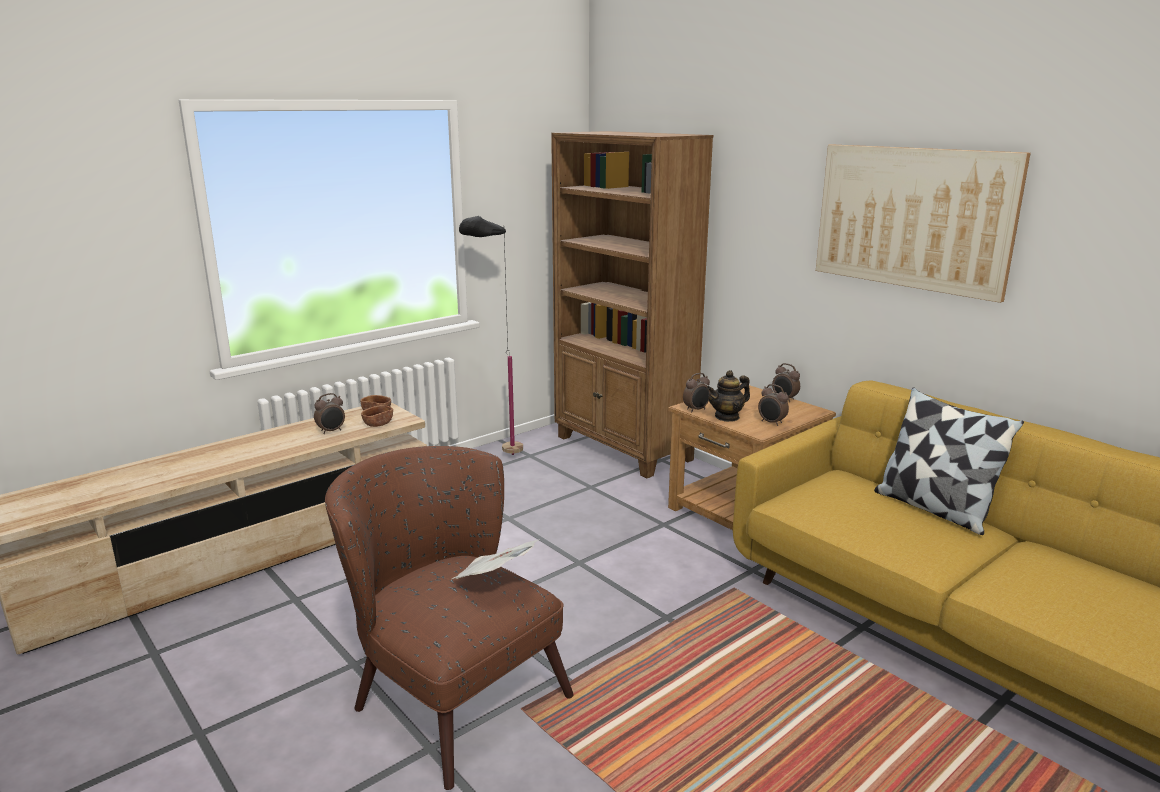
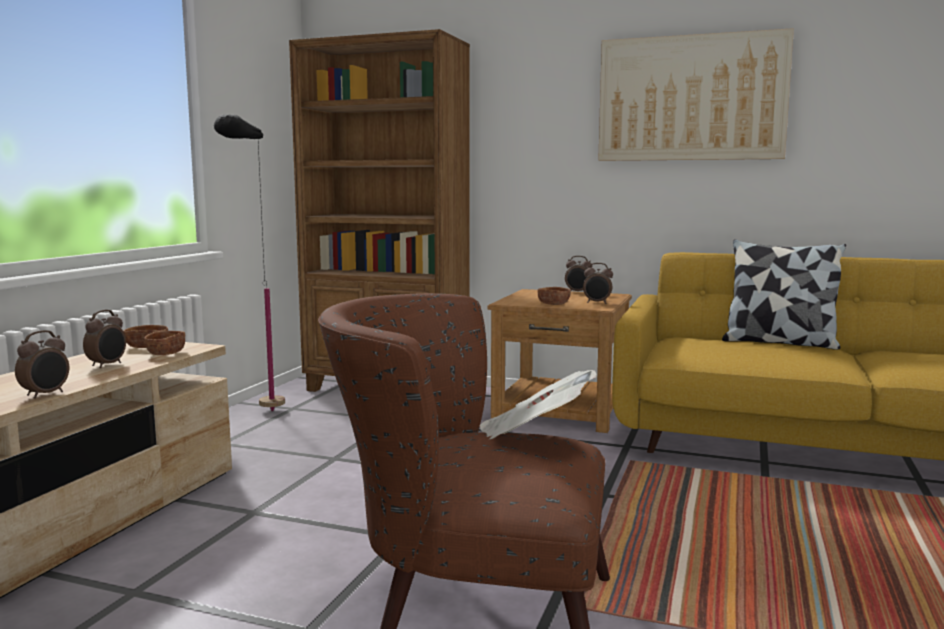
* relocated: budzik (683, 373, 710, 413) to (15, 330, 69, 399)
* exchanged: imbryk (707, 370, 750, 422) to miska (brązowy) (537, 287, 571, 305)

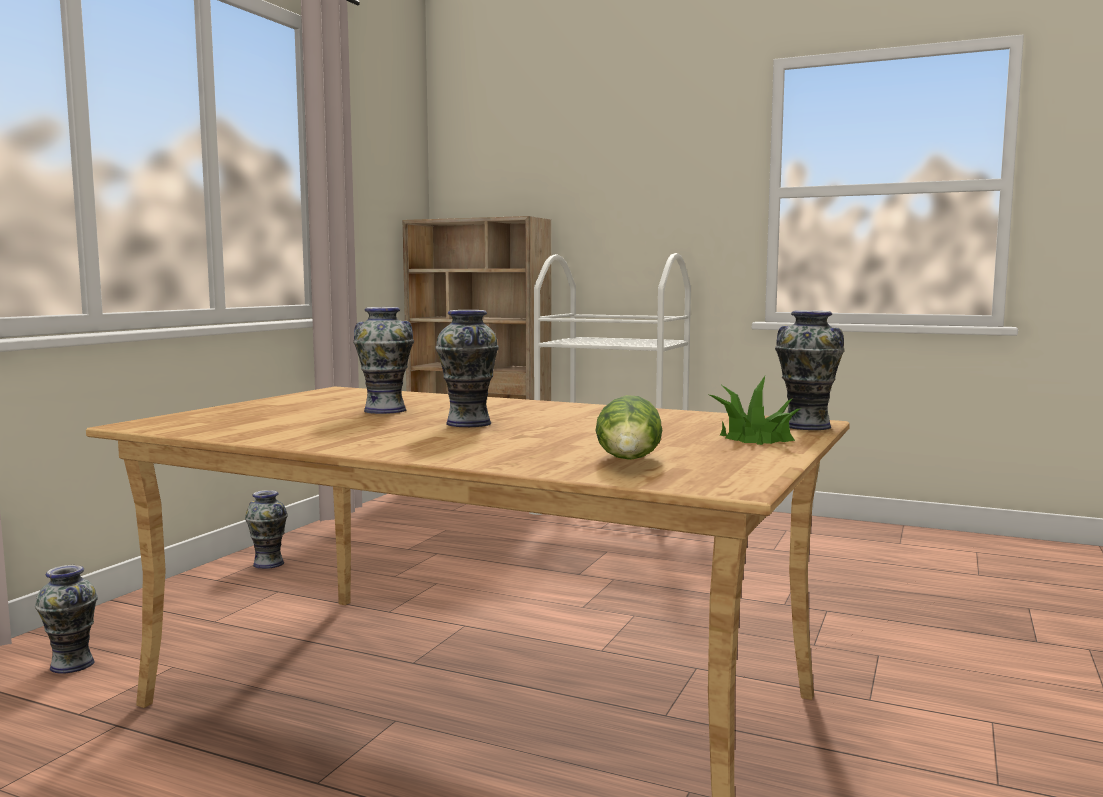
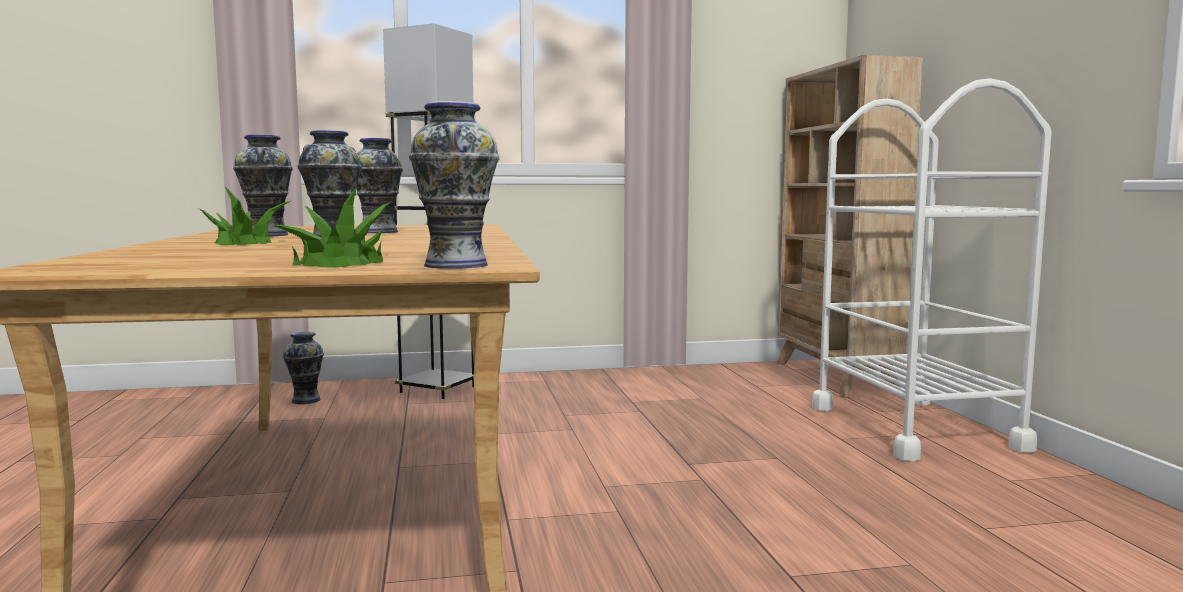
* relocated: wazon (245, 490, 288, 569) to (233, 134, 293, 236)
* missing: sałata (596, 395, 662, 460)
* appeared: roślina doniczkowa (199, 186, 291, 245)
* appeared: lampa stojąca (szary) (383, 23, 474, 399)

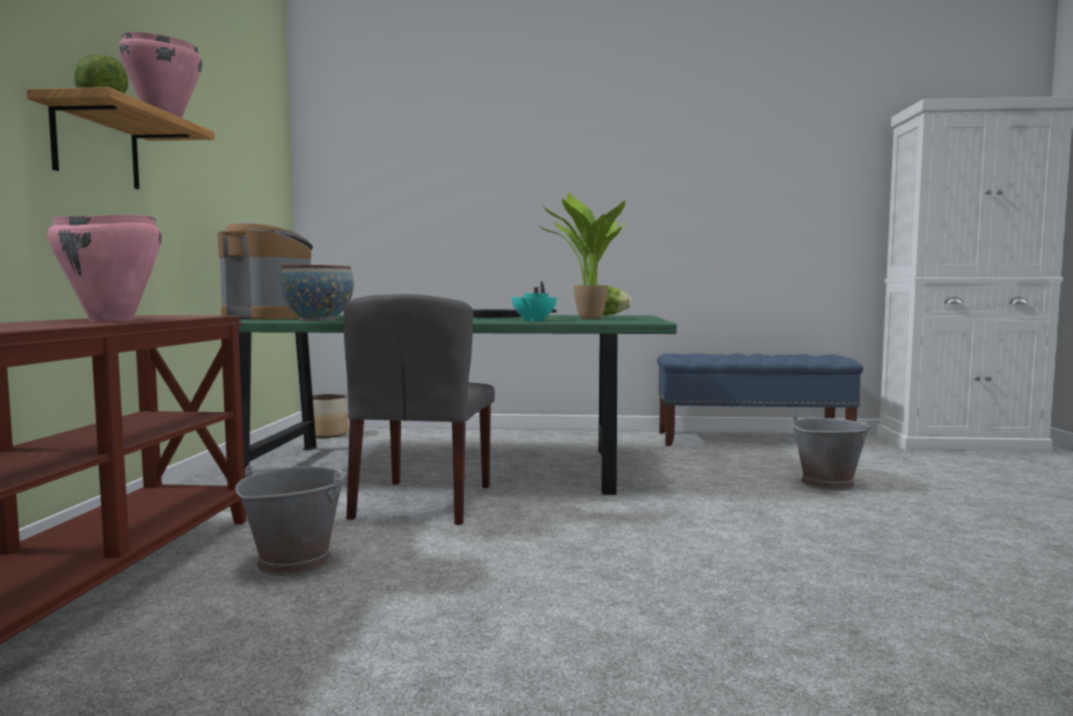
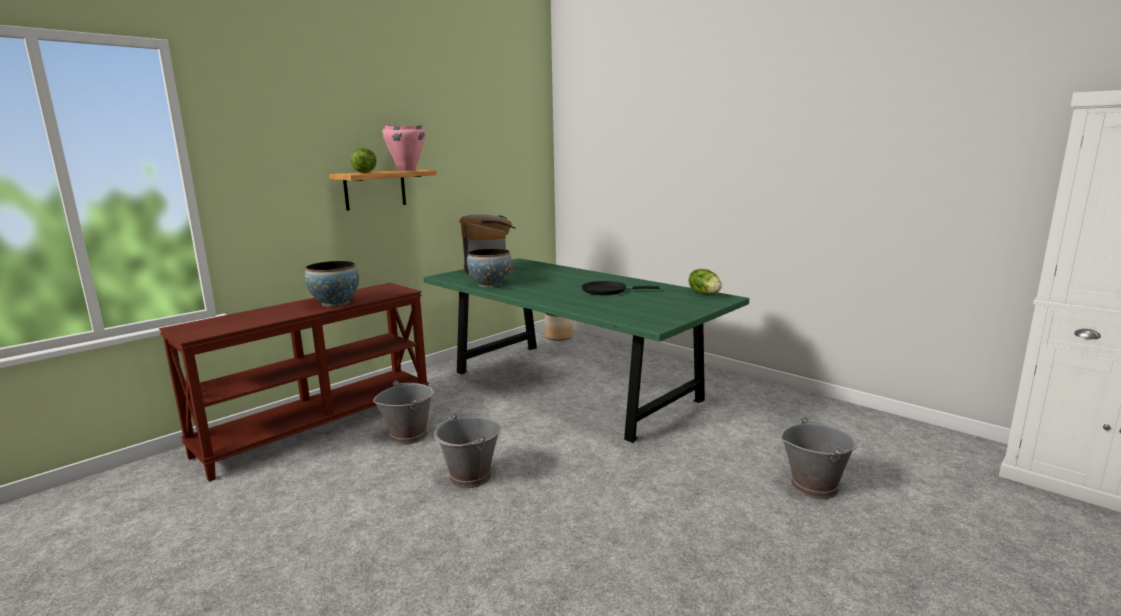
* exchanged: garnek (różowy) (48, 215, 162, 322) to miska (305, 261, 359, 307)
* missing: krzesło (szary) (344, 294, 495, 525)
* missing: imbryk (turkusowy) (512, 281, 557, 322)
* missing: roślina doniczkowa (538, 193, 625, 319)
* missing: ławka (niebieski) (657, 353, 863, 446)
* appeared: wiadro (szary) (434, 413, 502, 488)

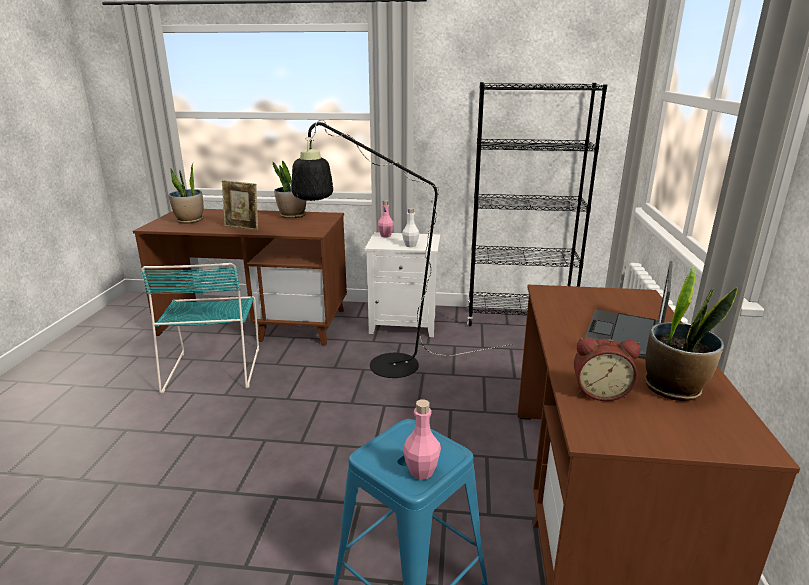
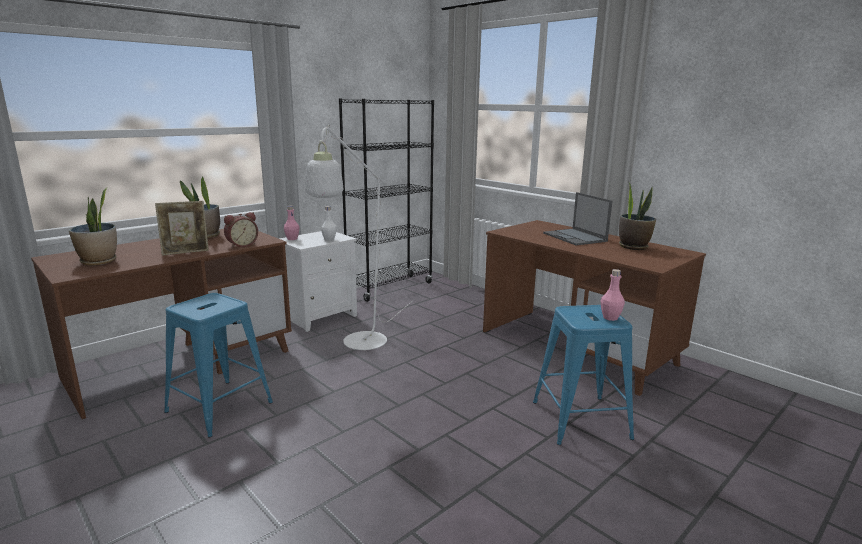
* exchanged: krzesło (turkusowy) (141, 263, 259, 394) to stołek (niebieski) (164, 293, 273, 437)
* colour: lampa stojąca (czarny) (292, 120, 513, 378) to lampa stojąca (biały) (305, 125, 411, 350)
* relocated: budzik (574, 337, 640, 401) to (224, 212, 258, 248)

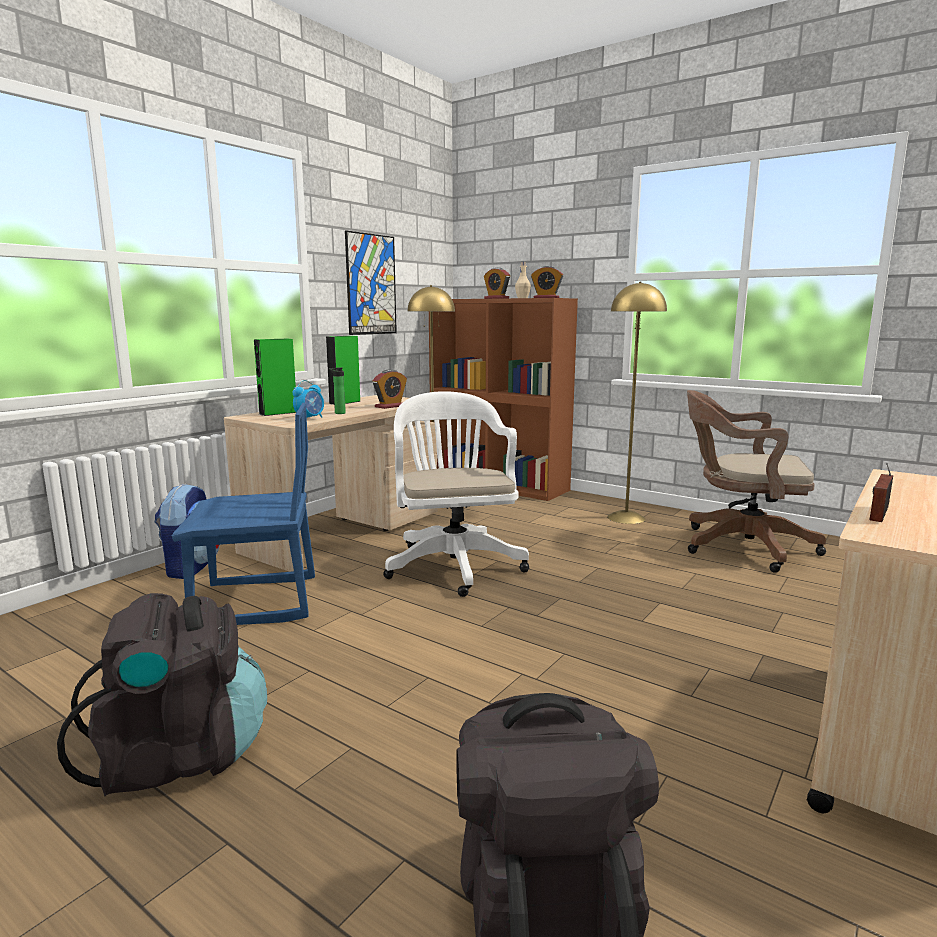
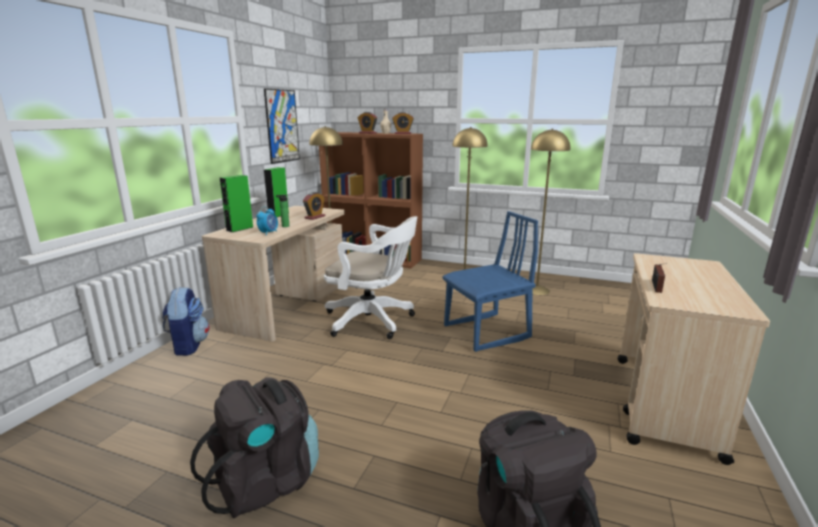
* relocated: krzesło (niebieski) (172, 403, 315, 625) to (443, 211, 538, 352)
* spun: krzesło biurowe (biały) (383, 391, 529, 597) = (324, 216, 417, 339) 135 degrees clockwise
* exchanged: krzesło biurowe (brązowy) (687, 390, 826, 573) to lampa stojąca (żółty) (531, 129, 570, 295)

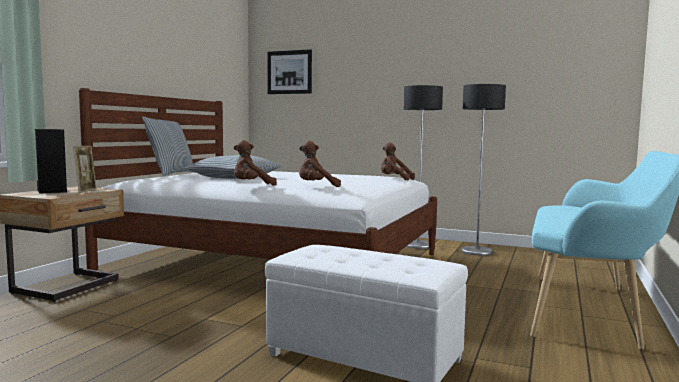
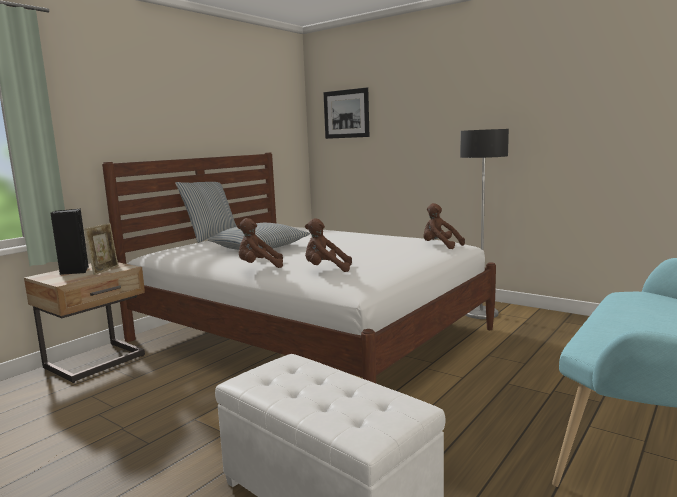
* missing: lampa stojąca (461, 84, 506, 256)

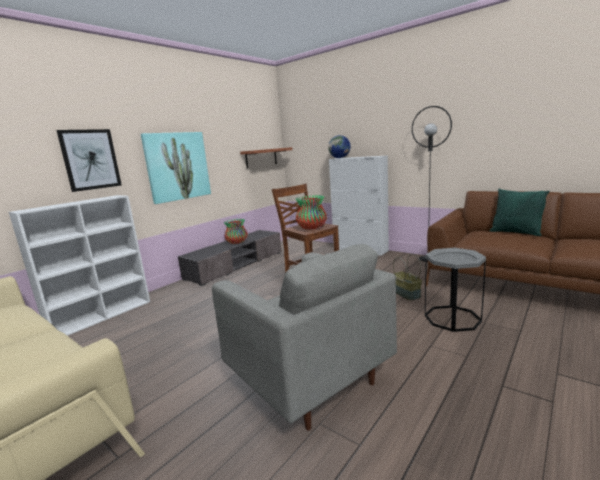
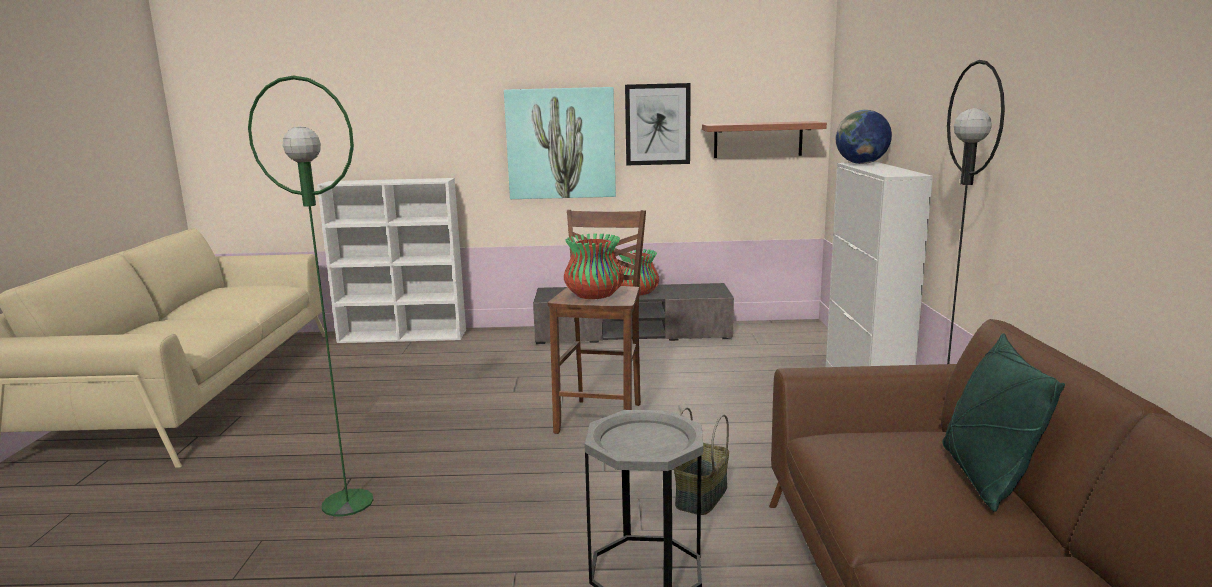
* relocated: obraz (56, 129, 122, 192) to (625, 83, 691, 165)
* exchanged: fotel (szary) (212, 244, 397, 430) to lampa stojąca (zielony) (248, 76, 373, 516)

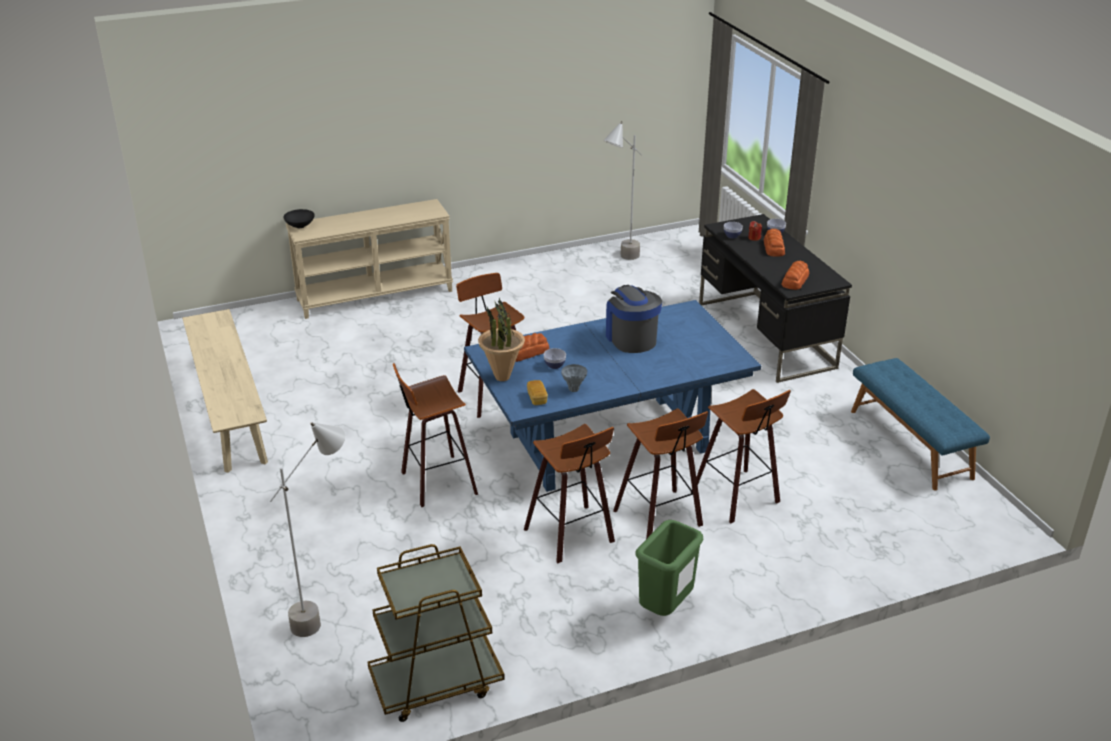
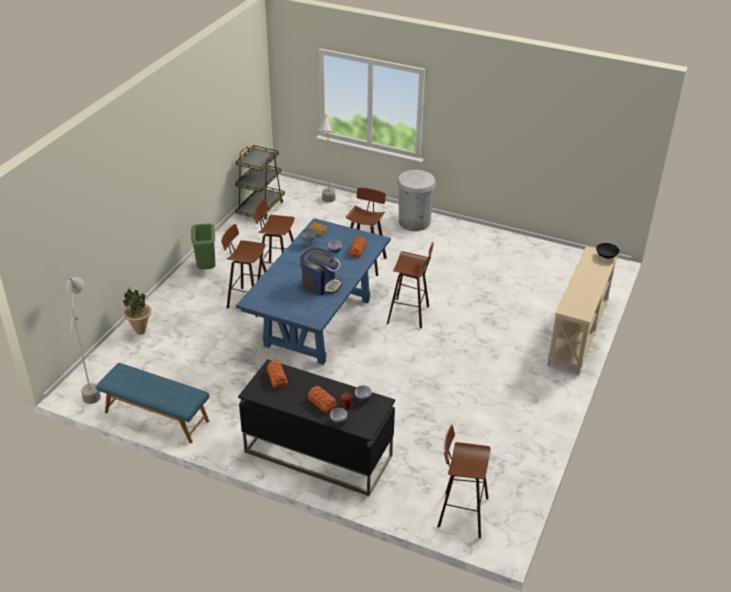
* missing: ławka (beżowy) (182, 309, 268, 473)
* relocated: roślina doniczkowa (478, 298, 525, 381) to (122, 289, 152, 335)
* relocated: lampa stojąca (szary) (604, 121, 642, 260) to (66, 277, 101, 404)
* relocated: stołek (691, 389, 791, 523) to (437, 425, 491, 539)
* appeared: kosz na śmieci (biały) (397, 170, 436, 231)

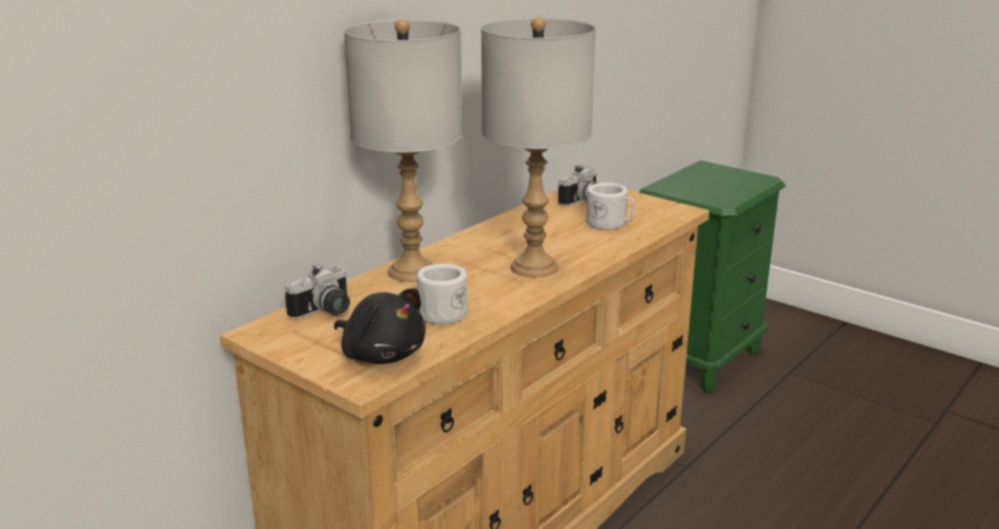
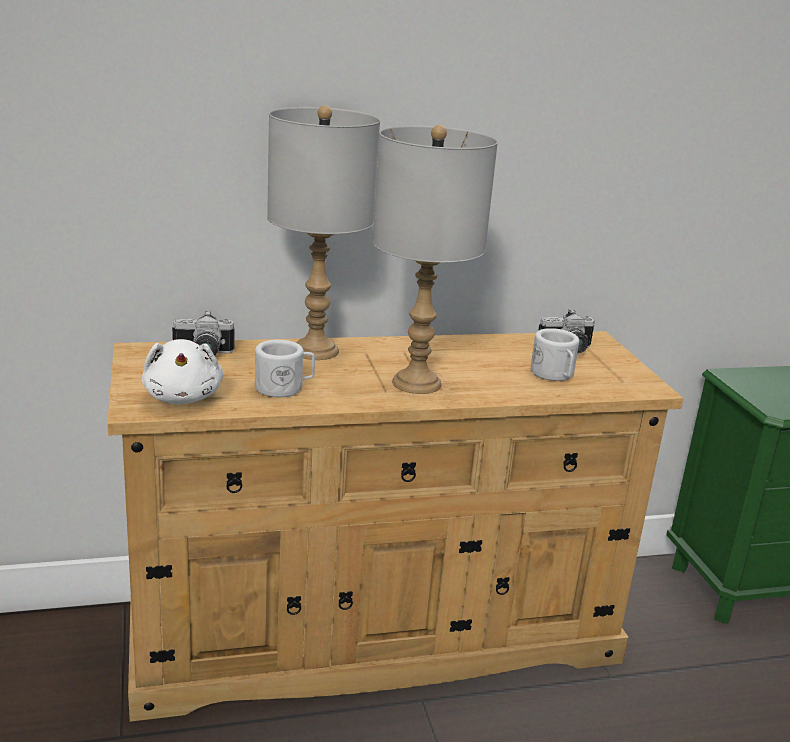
* colour: pluszak (czarny) (334, 288, 426, 364) to pluszak (biały) (142, 339, 223, 404)

